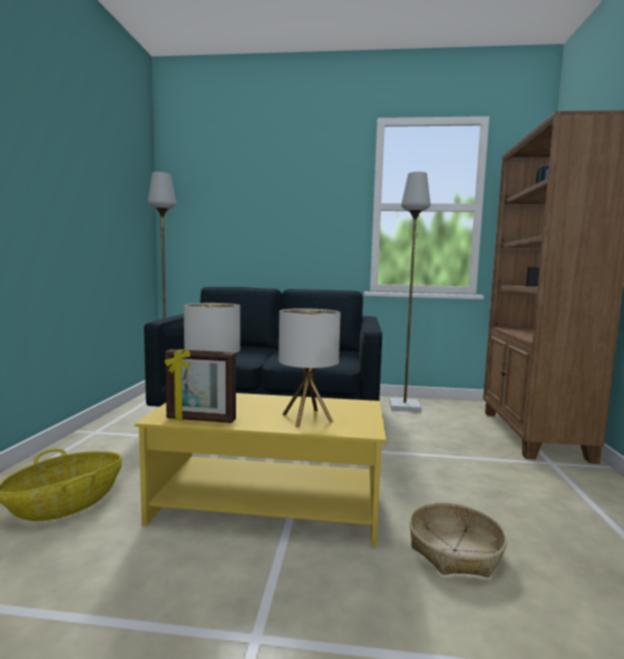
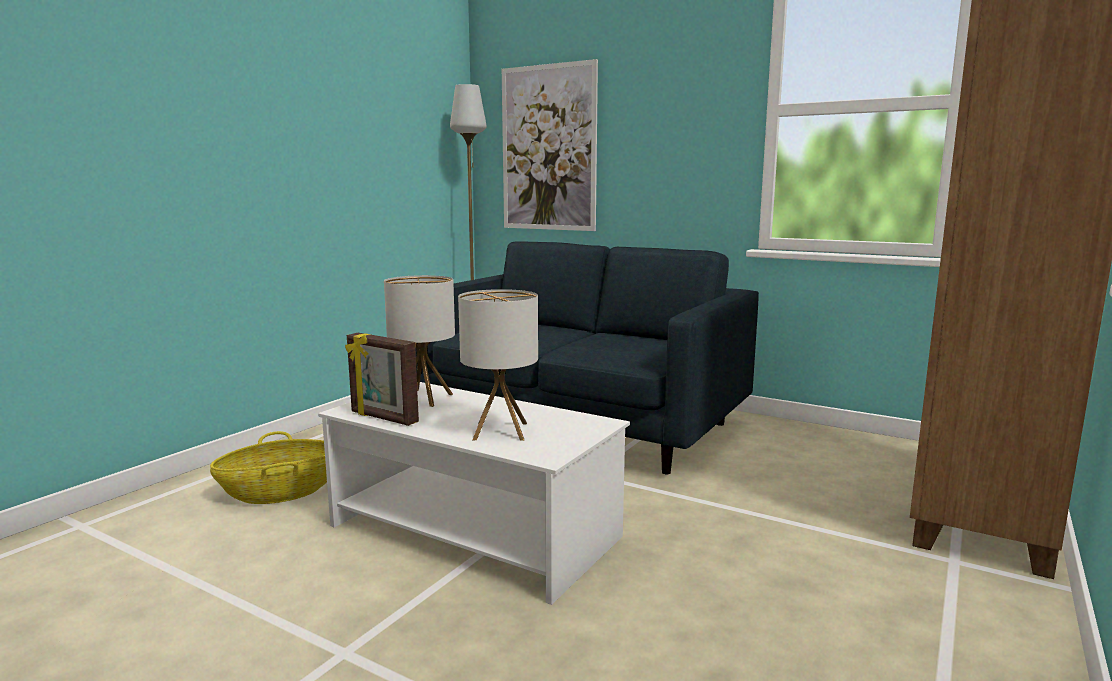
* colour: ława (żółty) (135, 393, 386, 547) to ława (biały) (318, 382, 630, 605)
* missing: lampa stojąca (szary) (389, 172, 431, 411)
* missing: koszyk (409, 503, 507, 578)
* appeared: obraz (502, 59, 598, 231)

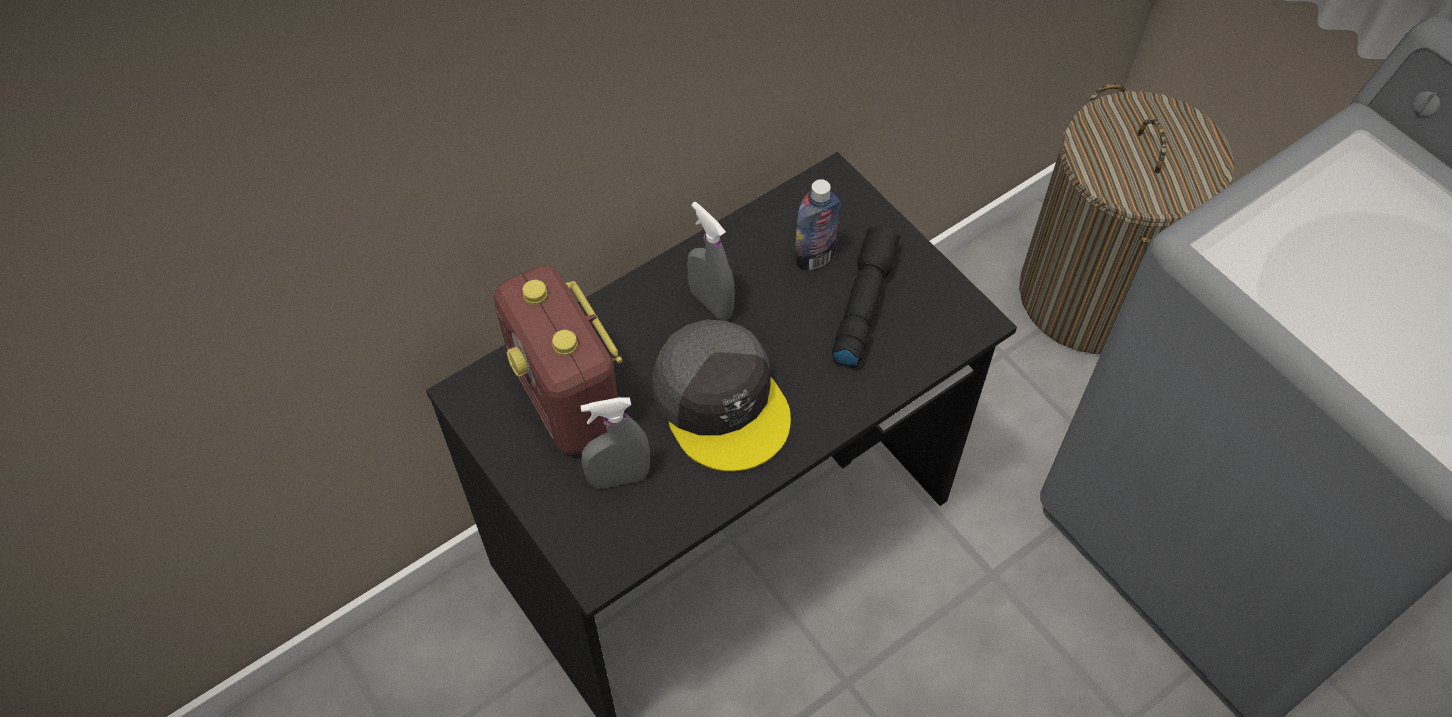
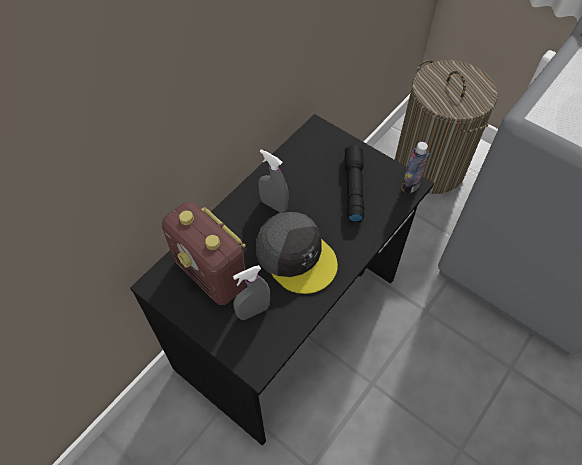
* relocated: butelka (794, 179, 841, 270) to (401, 142, 429, 194)

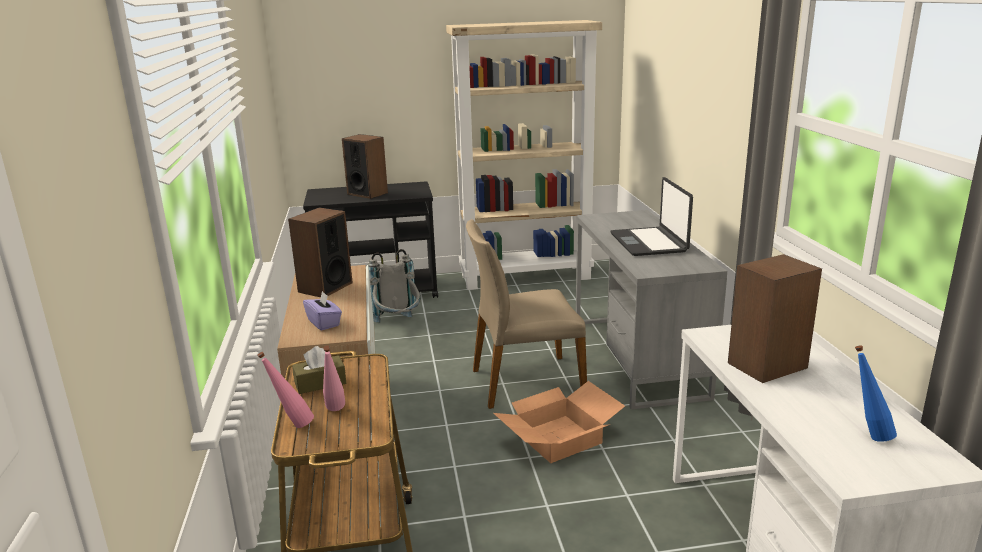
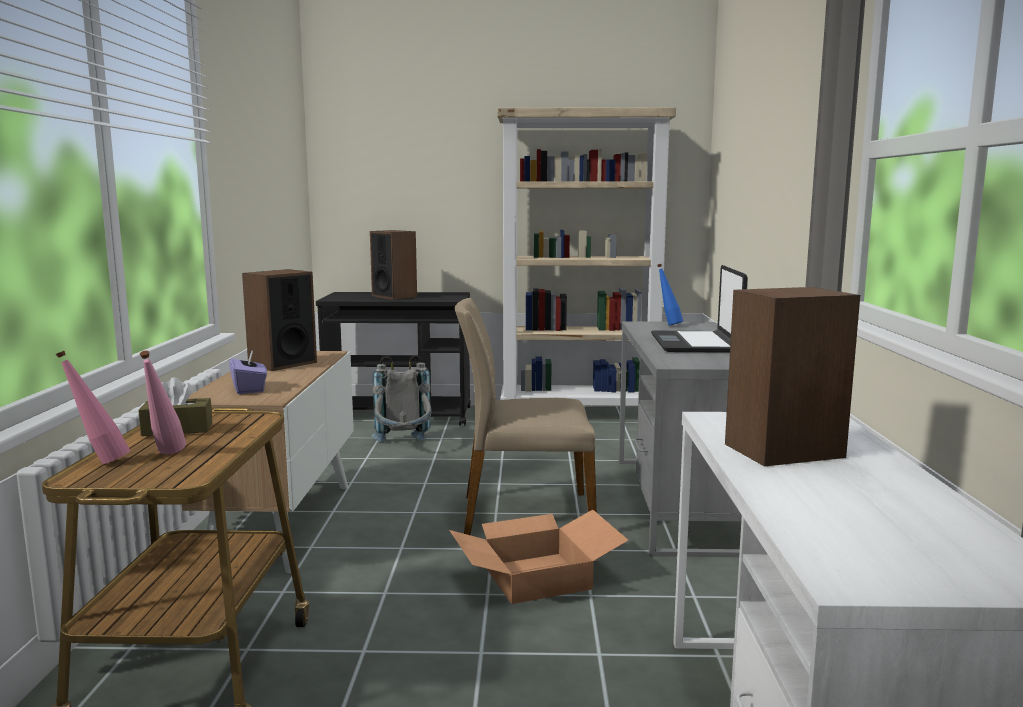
* relocated: butelka (niebieski) (855, 345, 897, 442) to (657, 264, 683, 325)

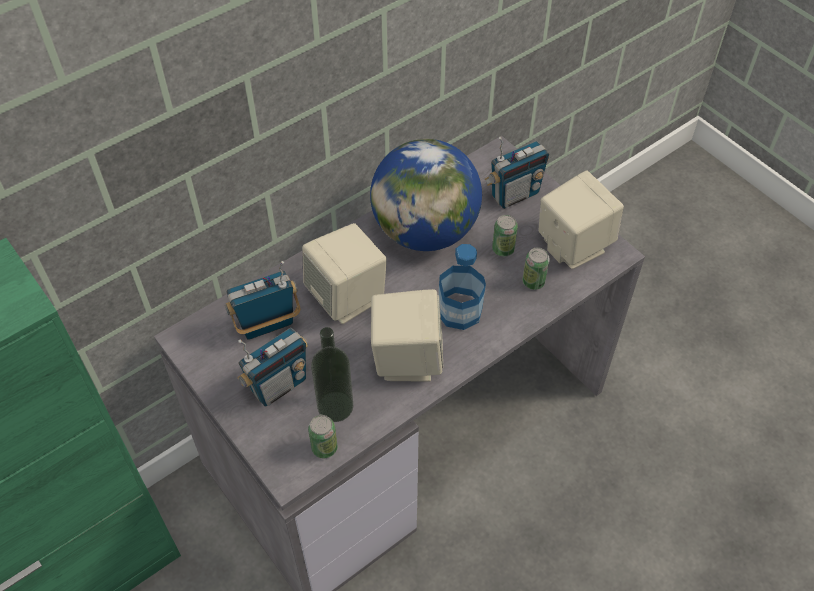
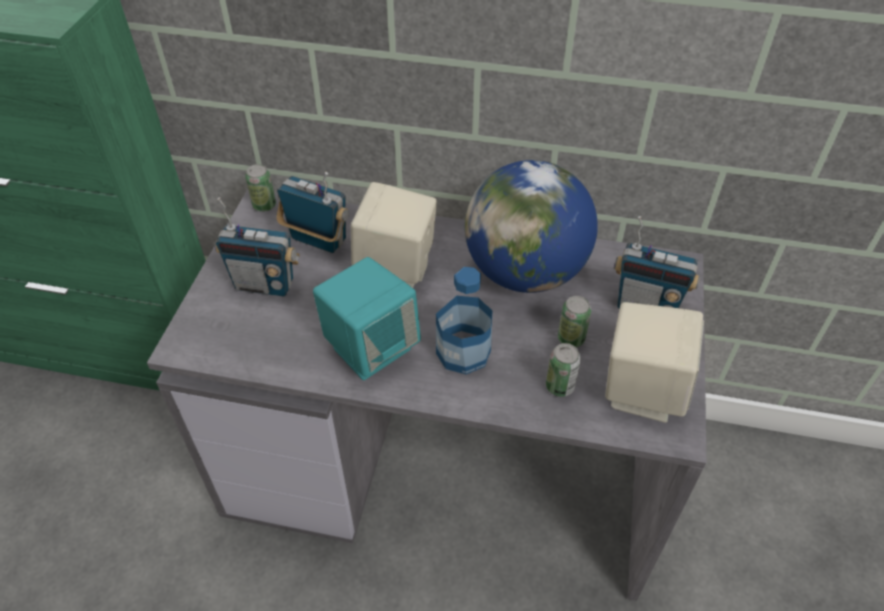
* relocated: puszka (308, 415, 337, 459) to (245, 164, 276, 212)
* missing: butelka (311, 327, 353, 422)
* colour: głośnik (beżowy) (371, 289, 444, 382) to głośnik (turkusowy) (313, 257, 421, 380)

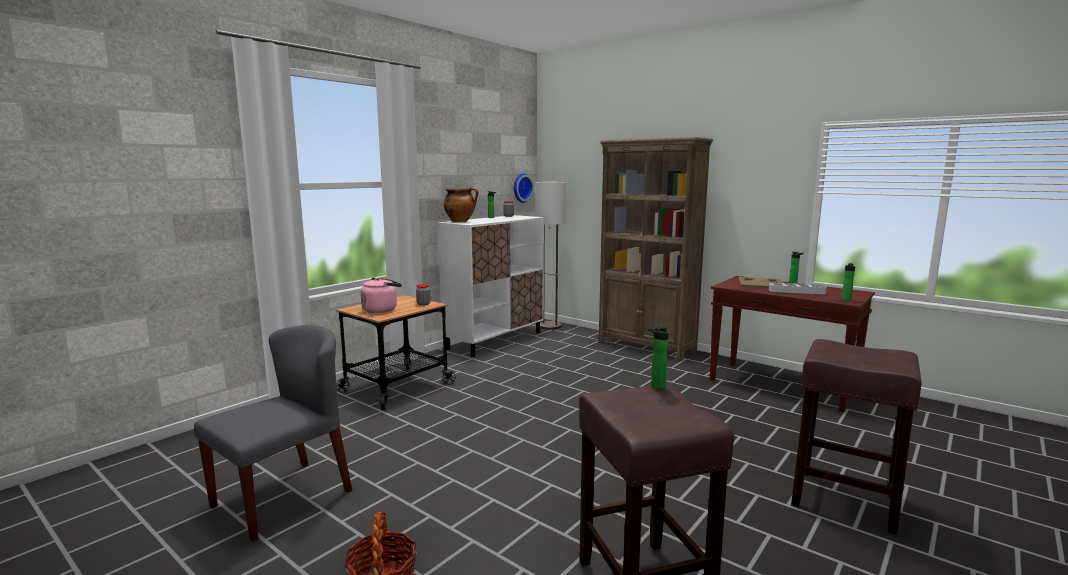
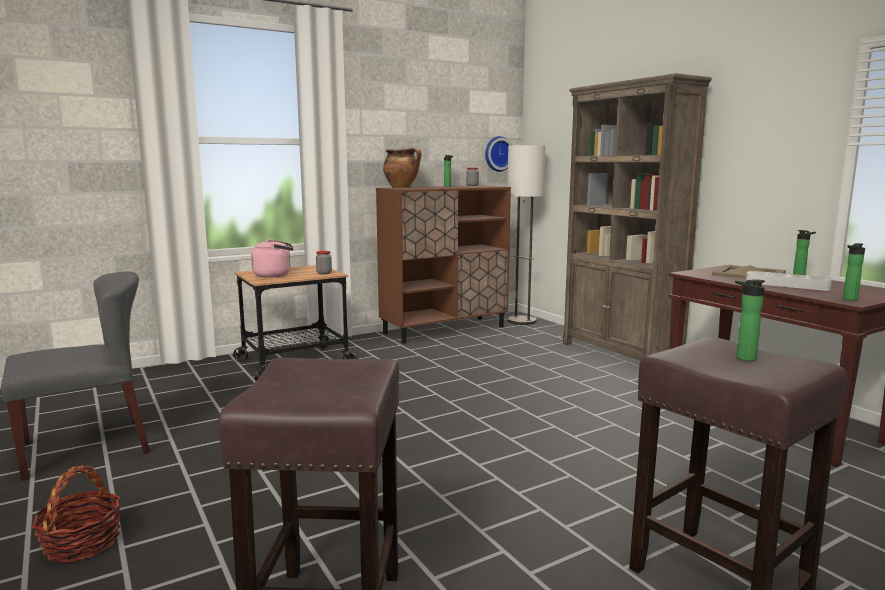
* colour: szafka (biały) (438, 215, 544, 357) to szafka (brązowy) (376, 185, 511, 344)
* relocated: butelka (648, 326, 669, 389) to (735, 279, 765, 361)

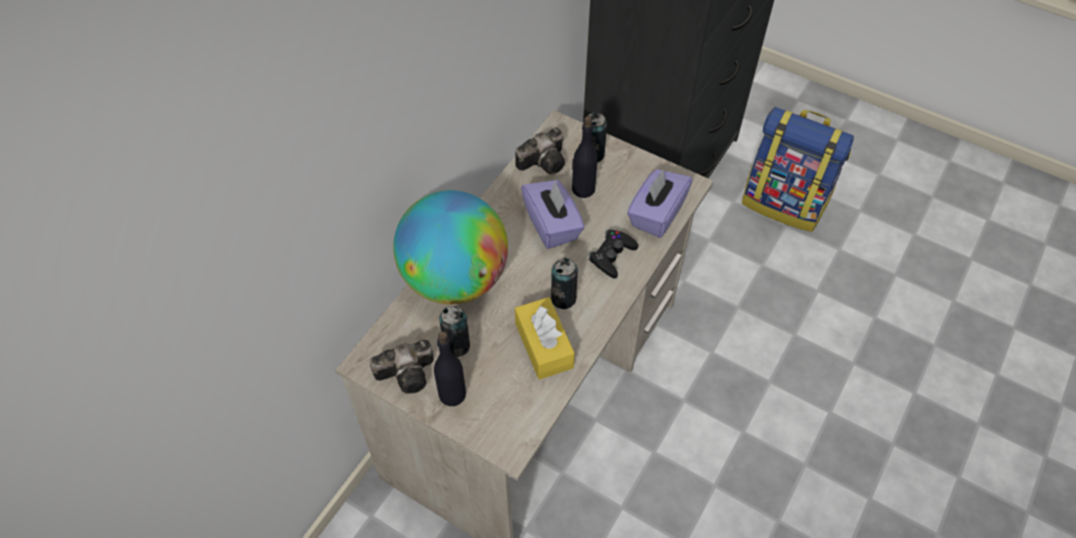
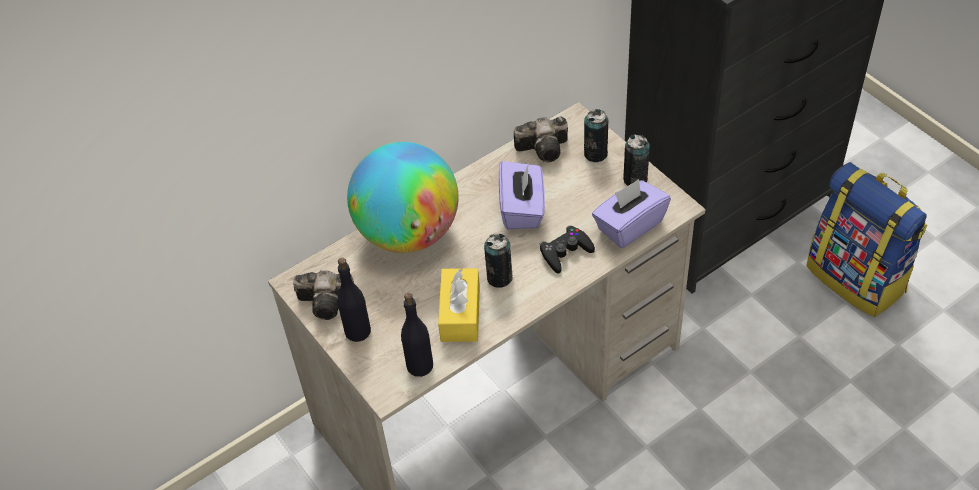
* relocated: puszka (439, 306, 470, 357) to (623, 134, 650, 186)
* relocated: butelka (czarny) (572, 116, 598, 198) to (401, 293, 433, 377)

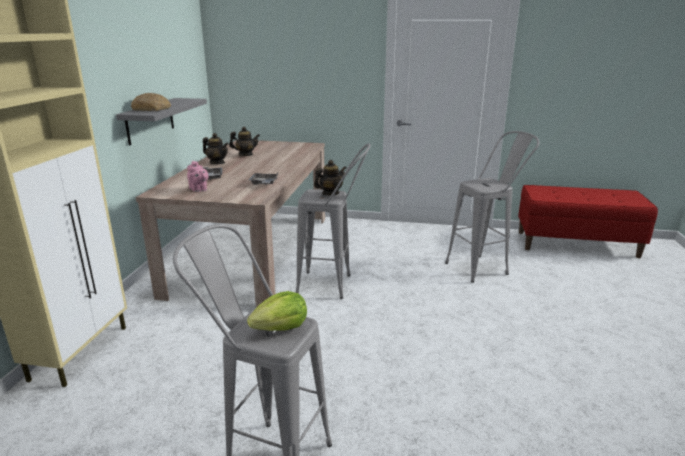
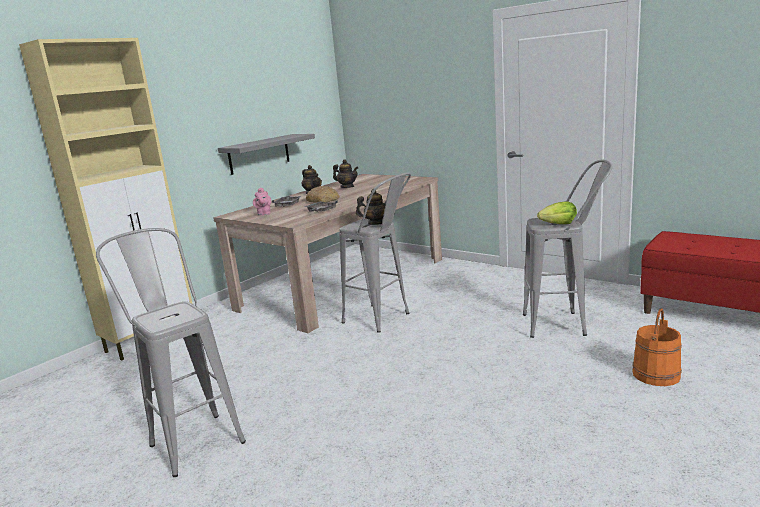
* relocated: chleb (131, 93, 171, 111) to (306, 186, 340, 203)
* relocated: sałata (247, 291, 307, 331) to (537, 201, 577, 224)
* appeared: wiadro (pomarańczowy) (632, 308, 682, 386)

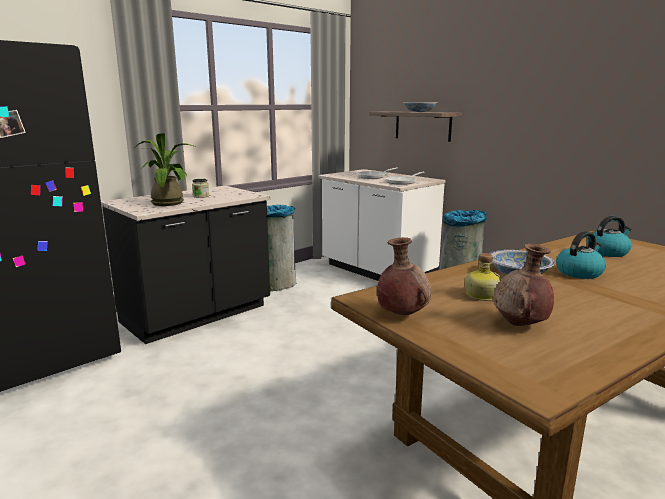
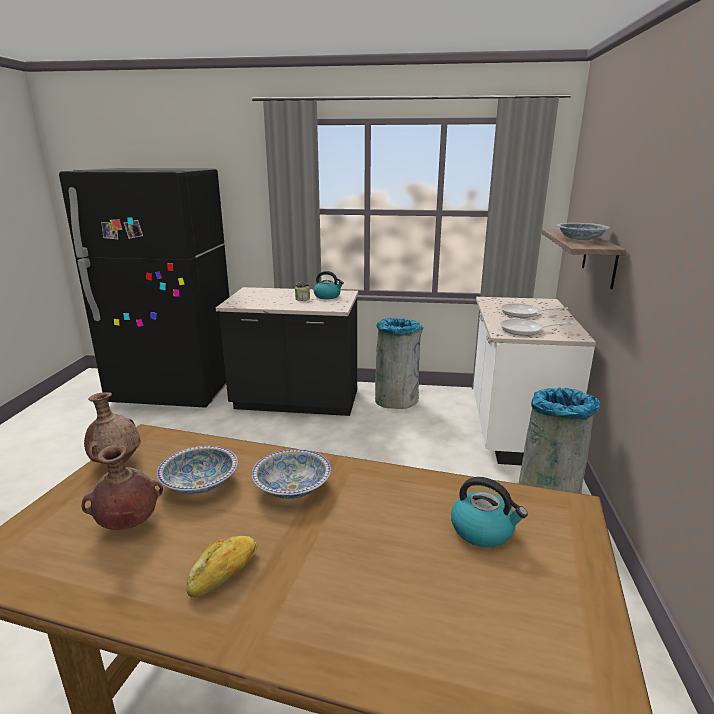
* missing: roślina doniczkowa (134, 133, 195, 206)
* exchanged: butelka (465, 253, 502, 301) to miska (157, 446, 238, 494)
* relocated: czajnik (556, 231, 606, 279) to (314, 271, 344, 299)
* appeared: chleb (187, 536, 257, 597)

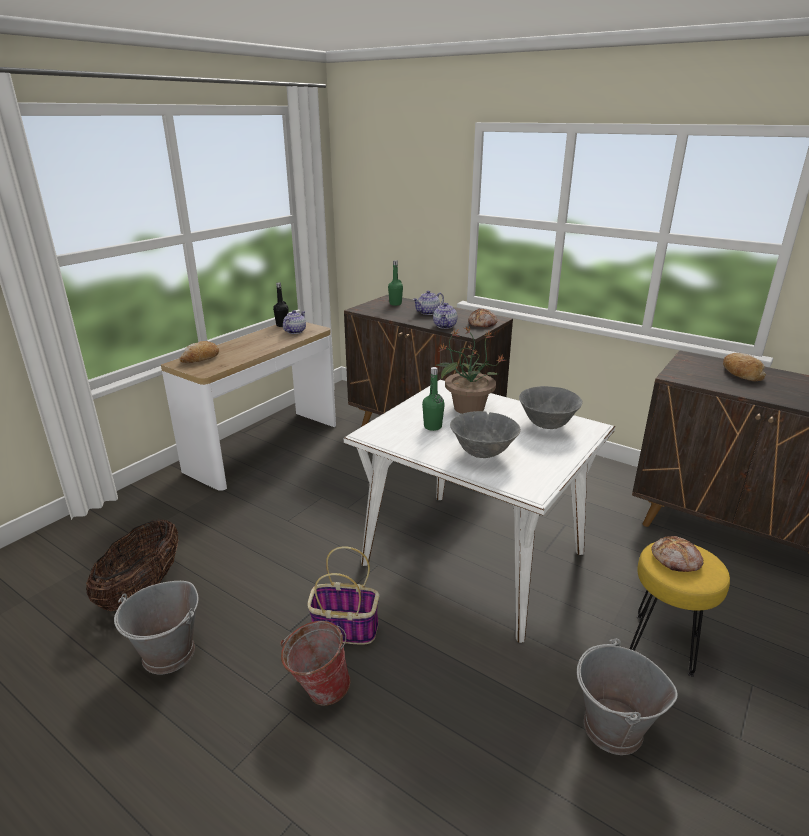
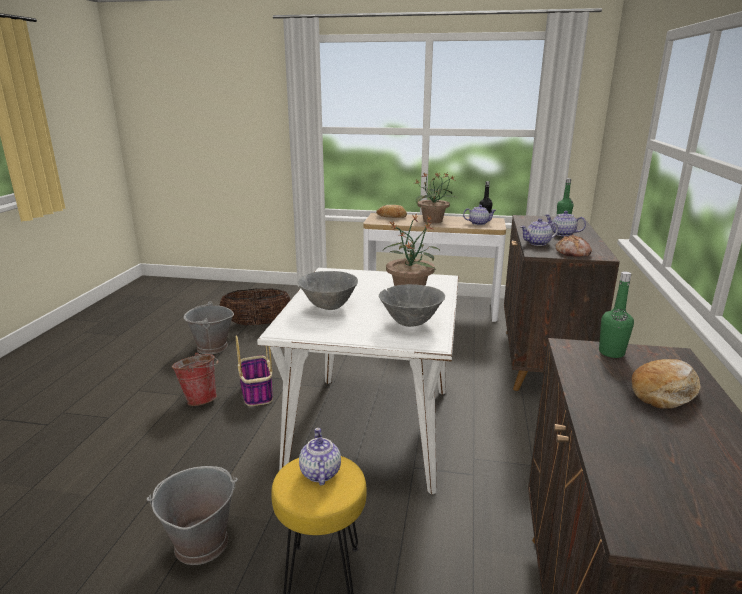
* relocated: butelka (zielony) (422, 367, 445, 431) to (599, 272, 634, 358)
* exchanged: chleb (651, 536, 703, 572) to imbryk (299, 428, 341, 485)
* appeared: roślina doniczkowa (415, 172, 458, 223)

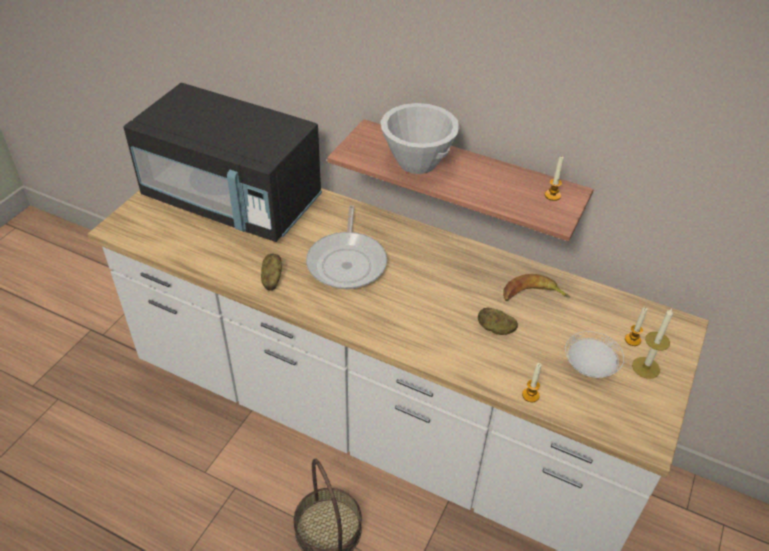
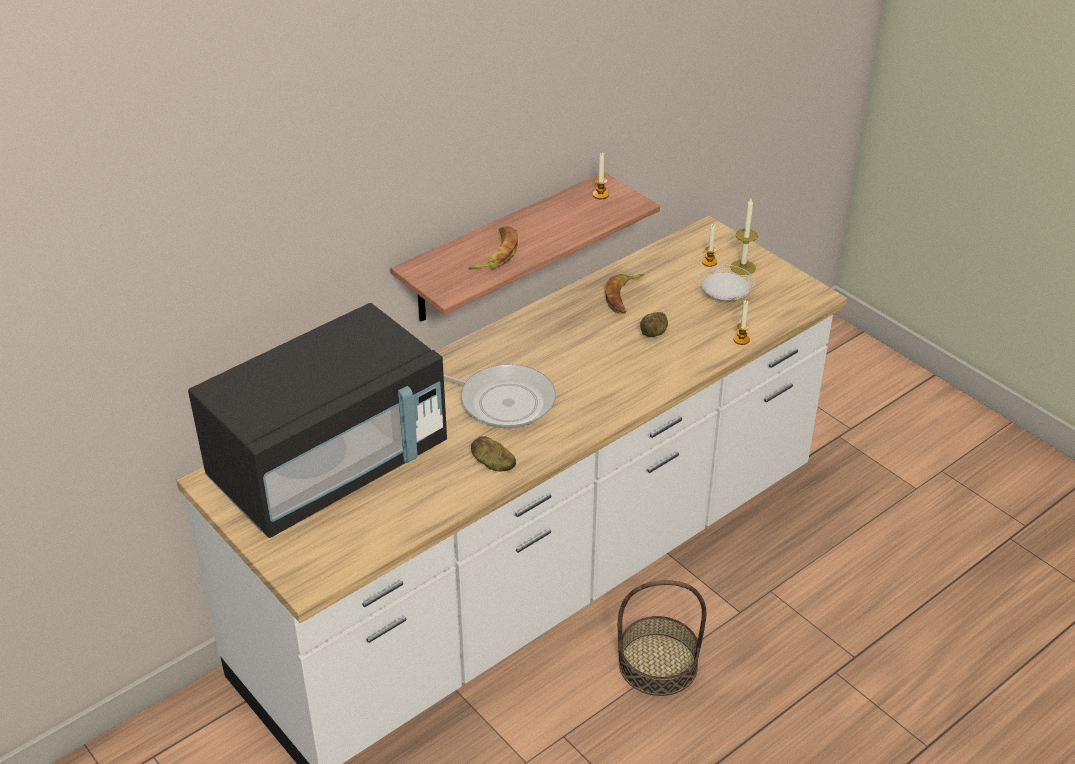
* exchanged: miska (biały) (381, 103, 460, 174) to banan (468, 226, 518, 269)

